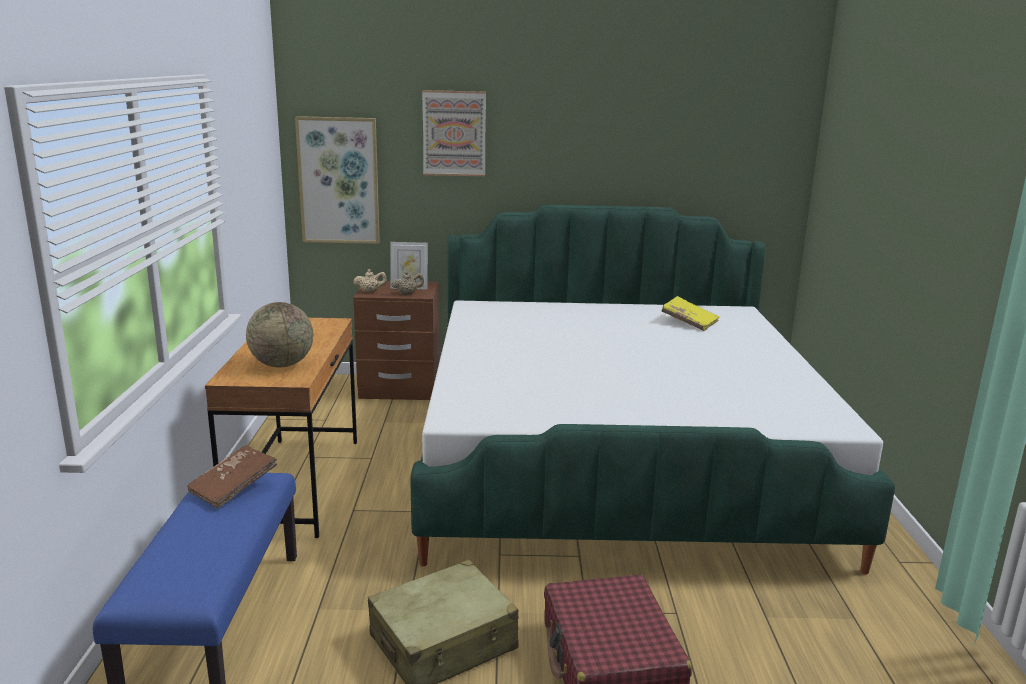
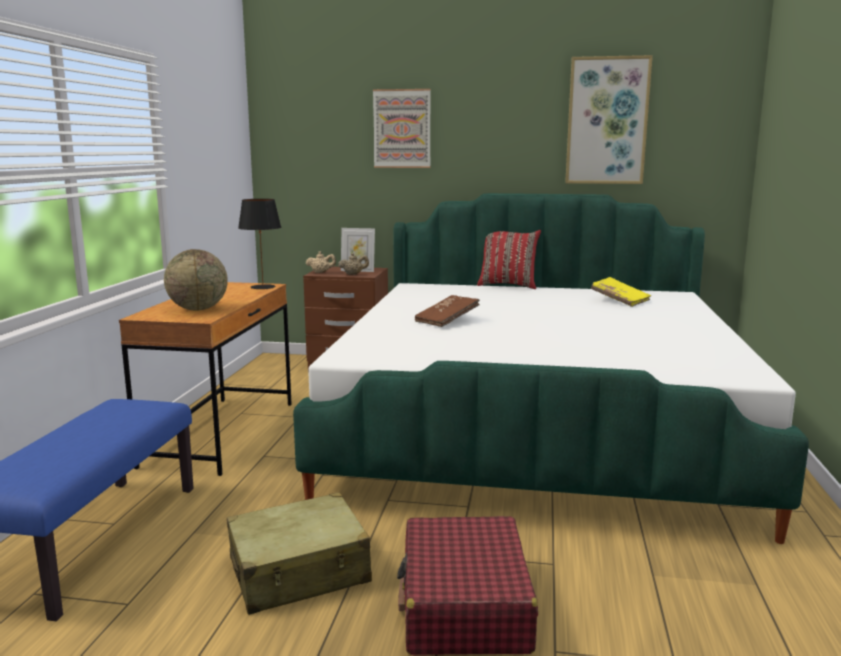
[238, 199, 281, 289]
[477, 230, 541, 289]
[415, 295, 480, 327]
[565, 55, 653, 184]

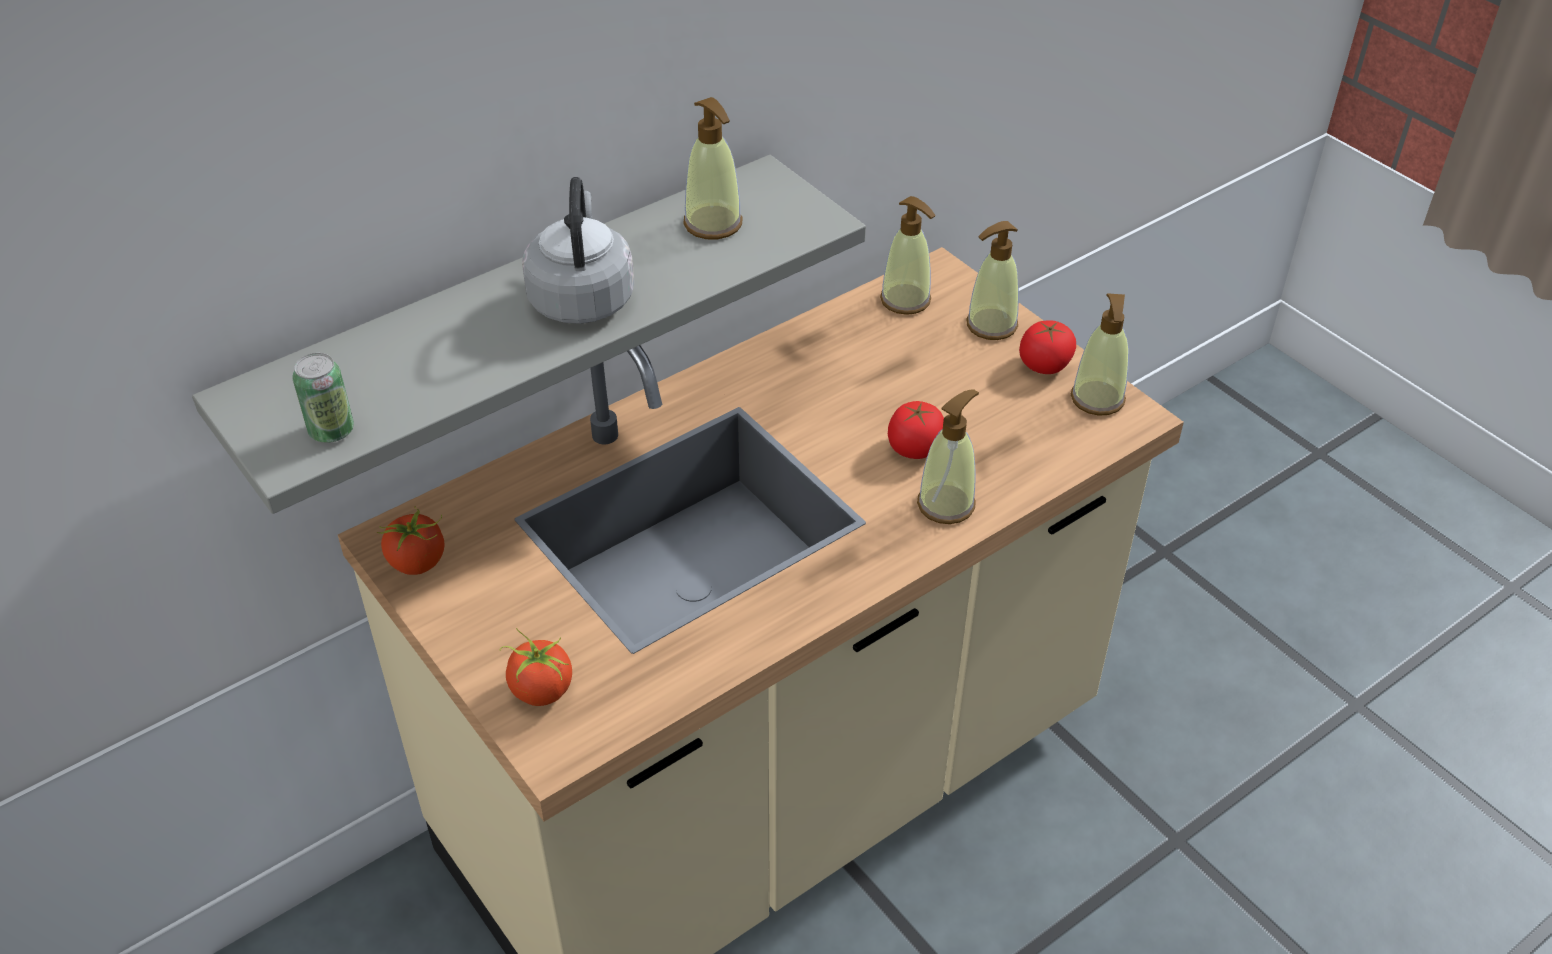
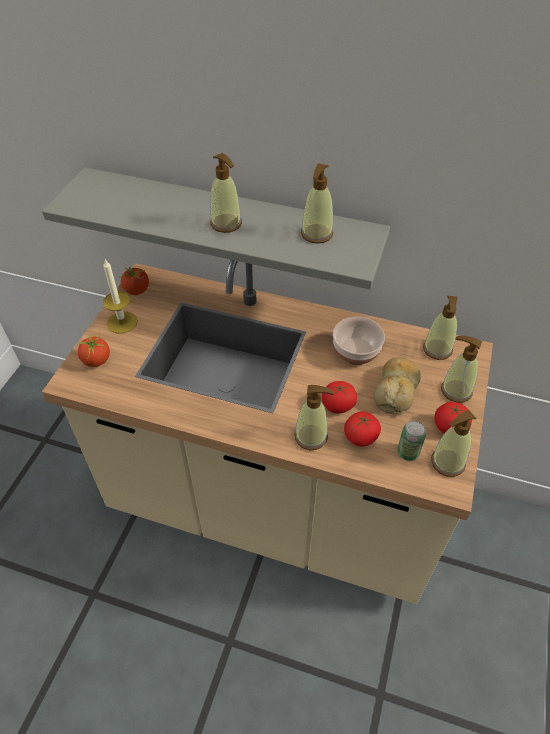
[103, 259, 138, 333]
[333, 317, 385, 365]
[344, 411, 381, 447]
[373, 357, 421, 414]
[397, 420, 426, 461]
[210, 153, 242, 233]

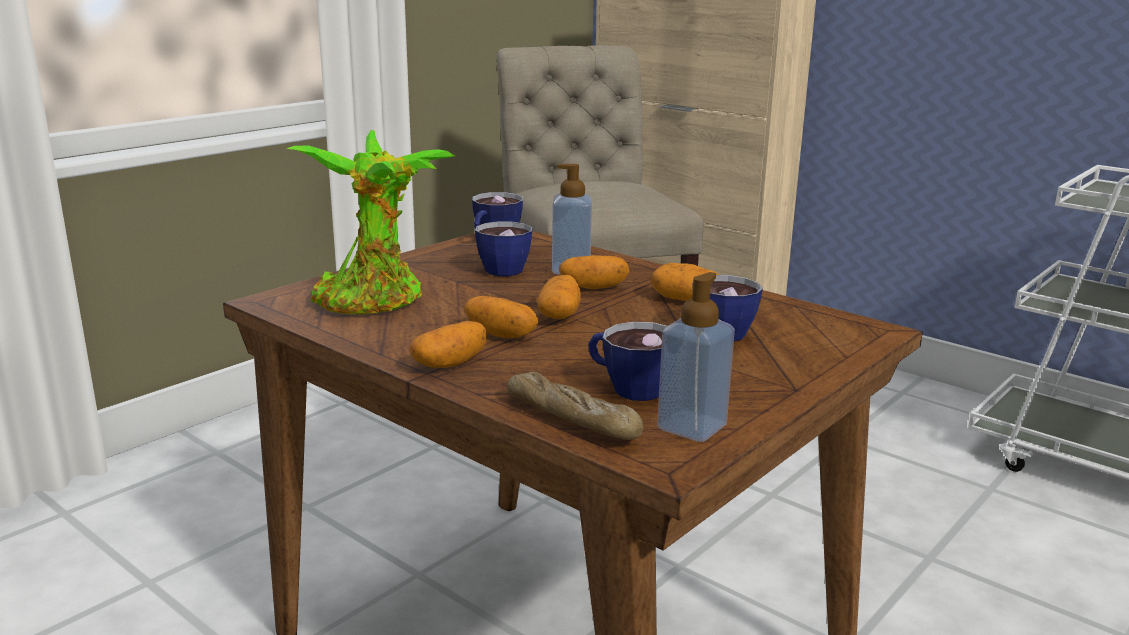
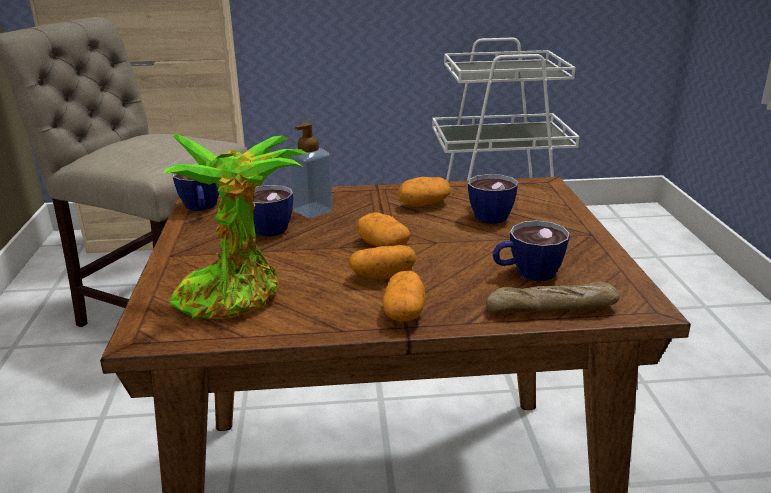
[559, 255, 629, 289] (first image)
[657, 272, 735, 442] (first image)

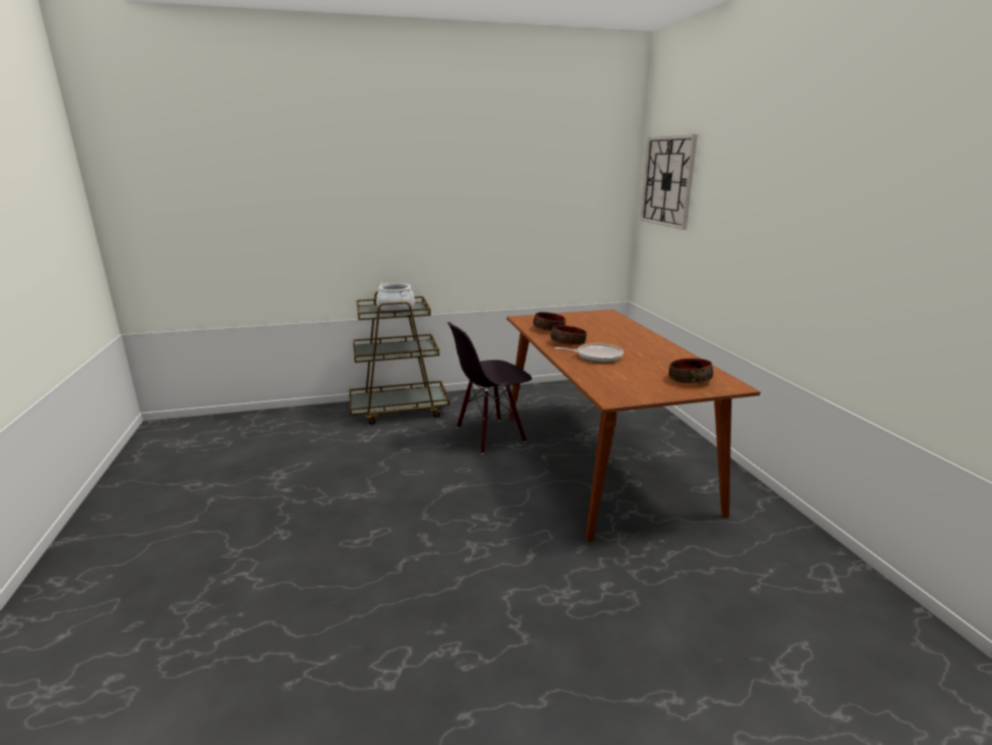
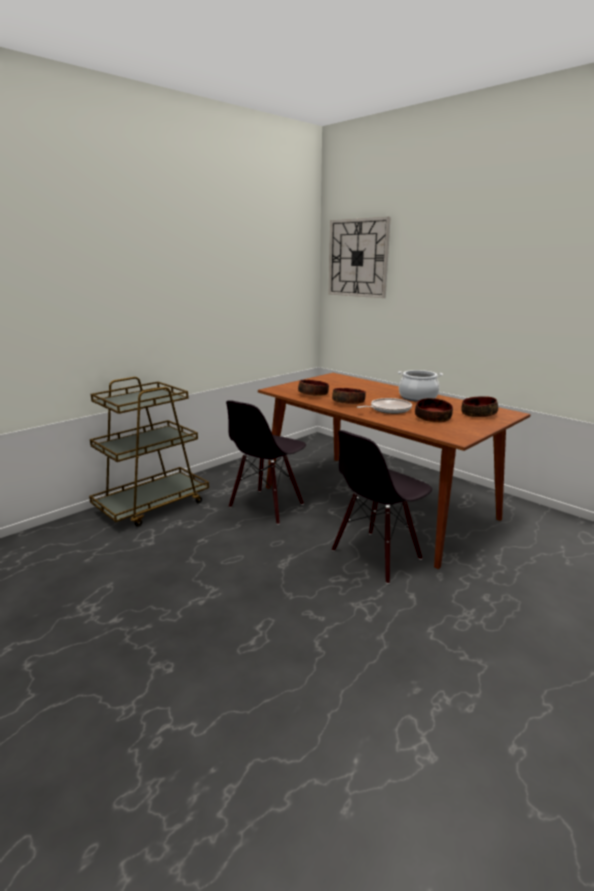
[332, 430, 432, 584]
[415, 398, 453, 423]
[398, 370, 443, 402]

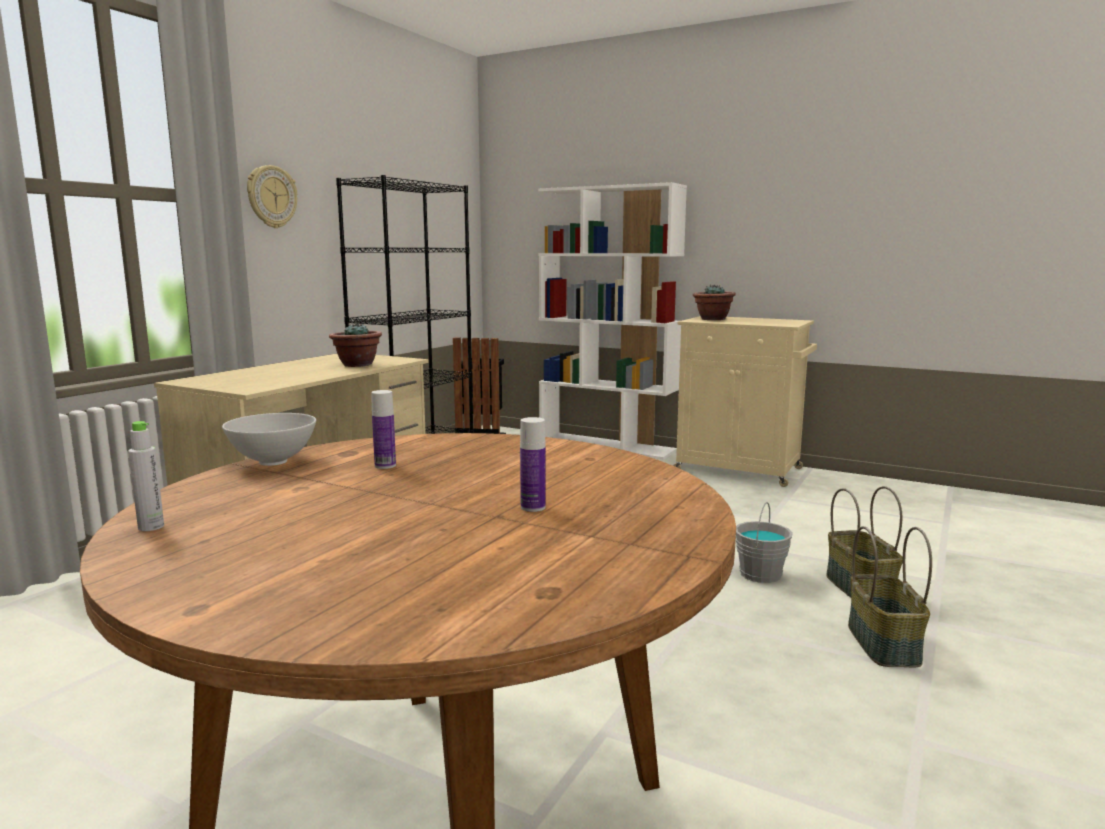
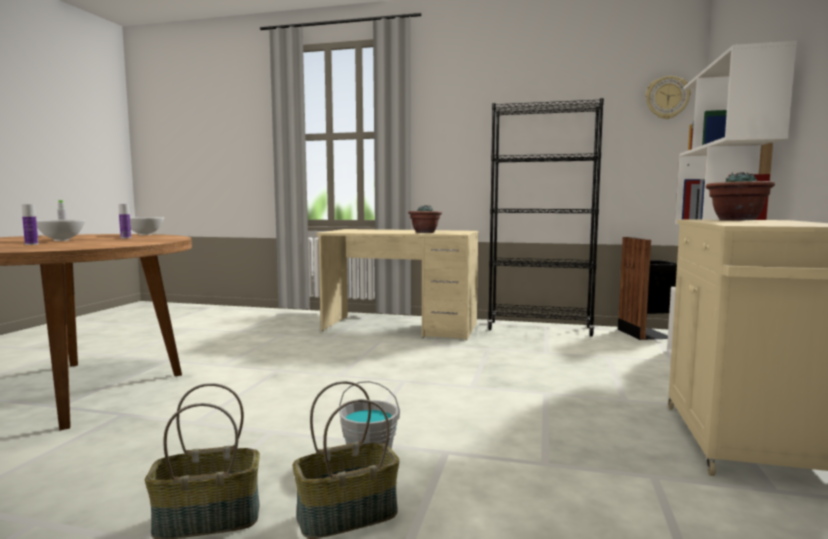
[36, 220, 85, 241]
[646, 76, 691, 119]

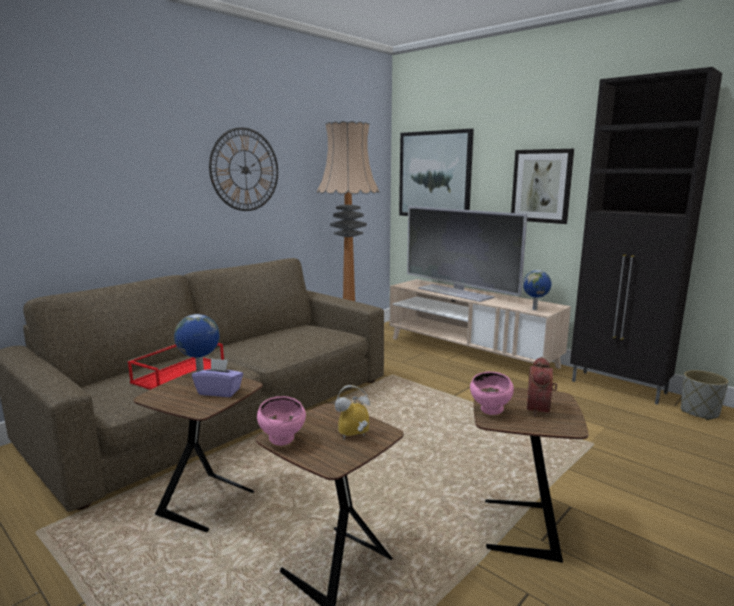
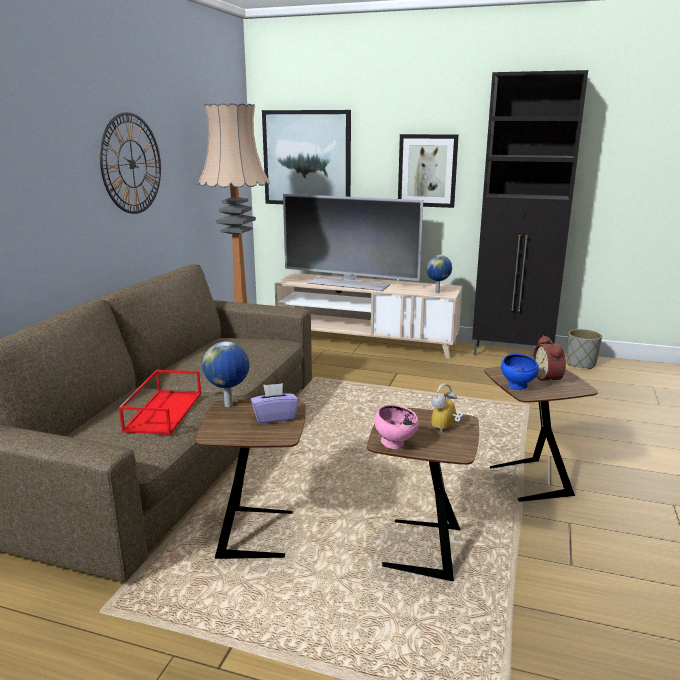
[501, 354, 539, 390]

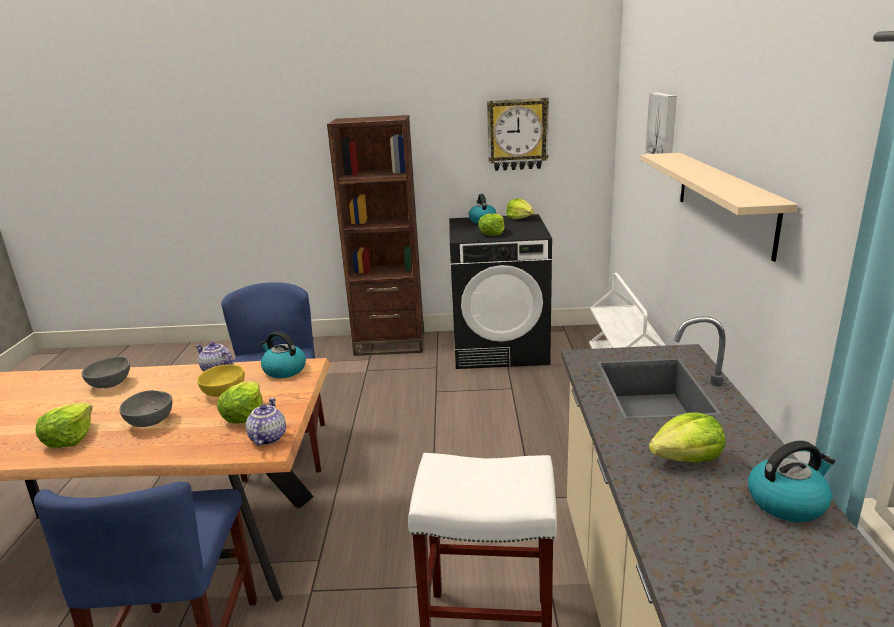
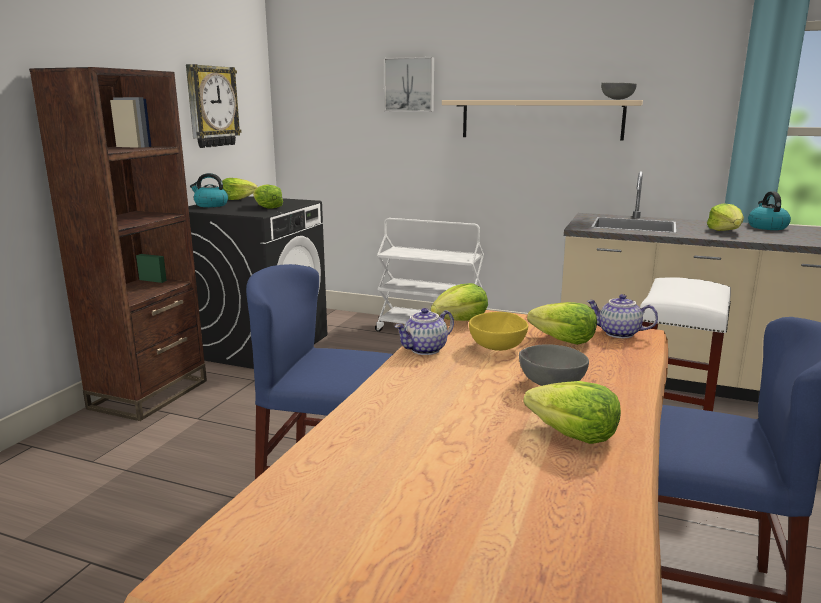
[601, 82, 637, 100]
[431, 283, 488, 321]

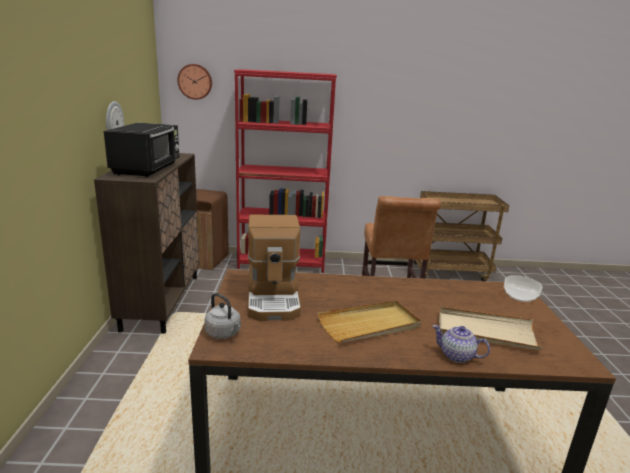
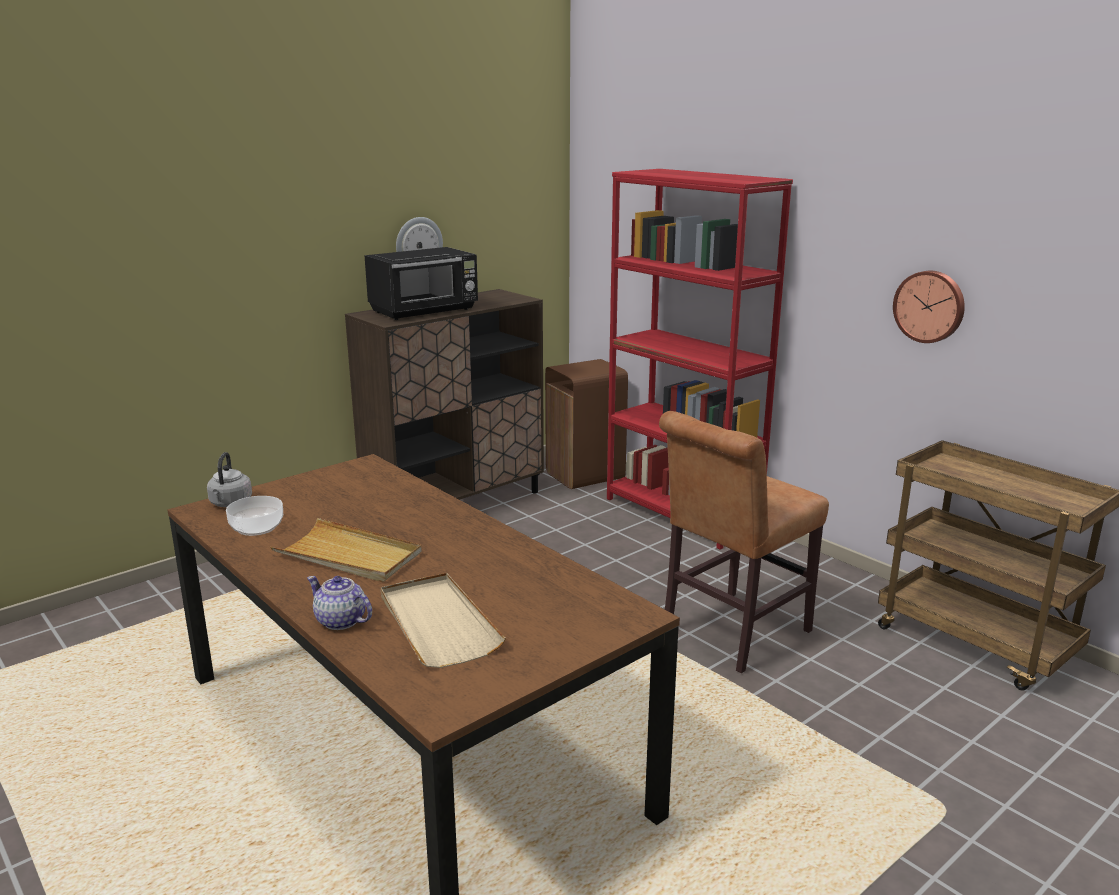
[248, 215, 301, 321] (first image)
[893, 271, 965, 343]
[226, 496, 283, 536]
[307, 576, 372, 630]

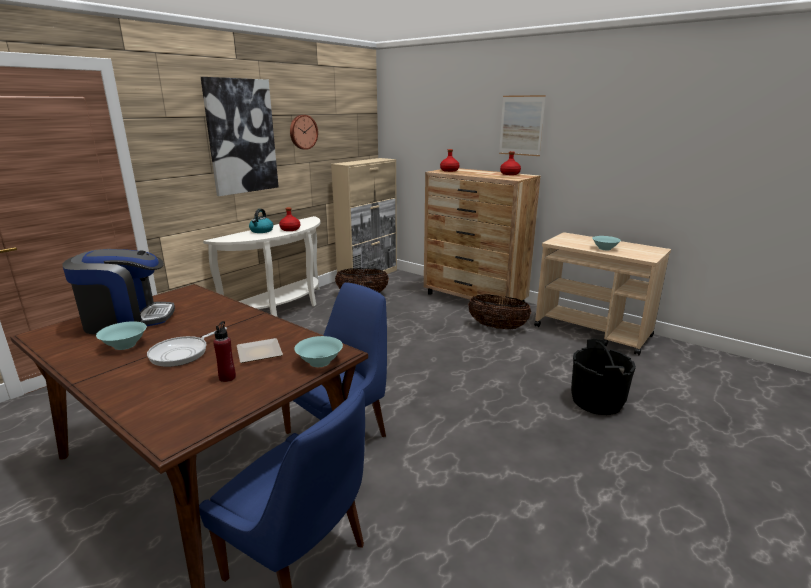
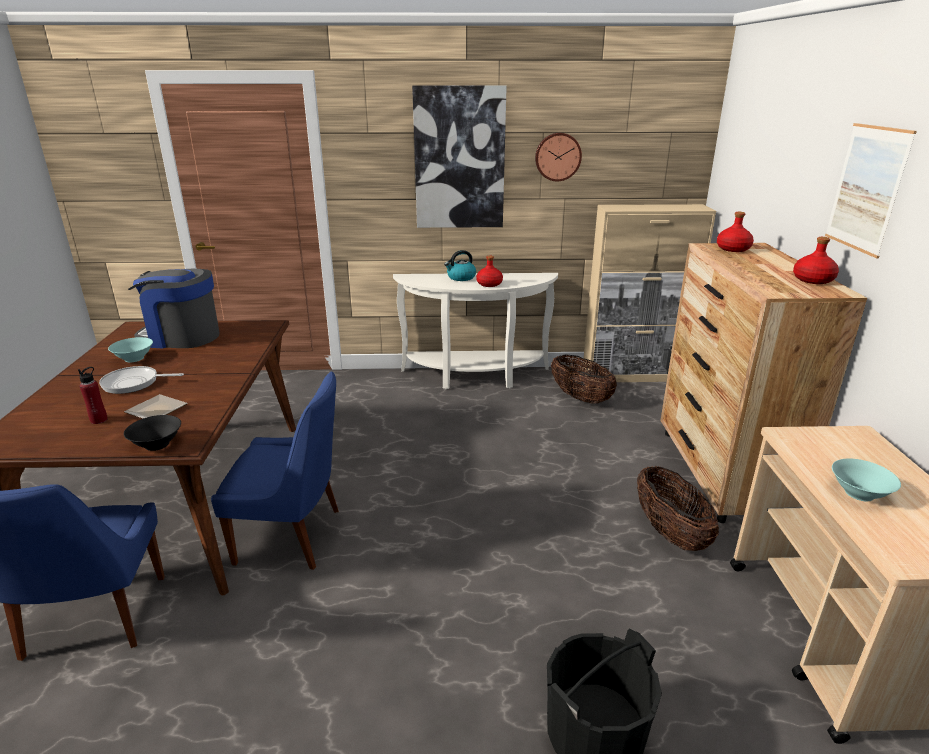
[124, 415, 181, 451]
[128, 269, 220, 348]

